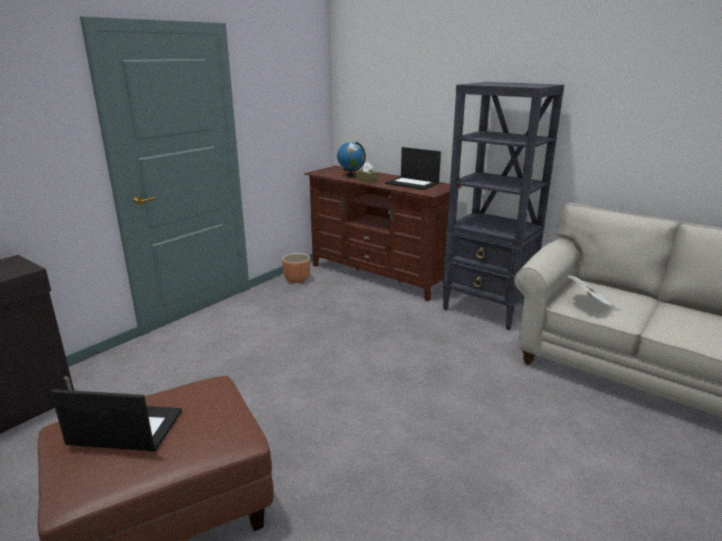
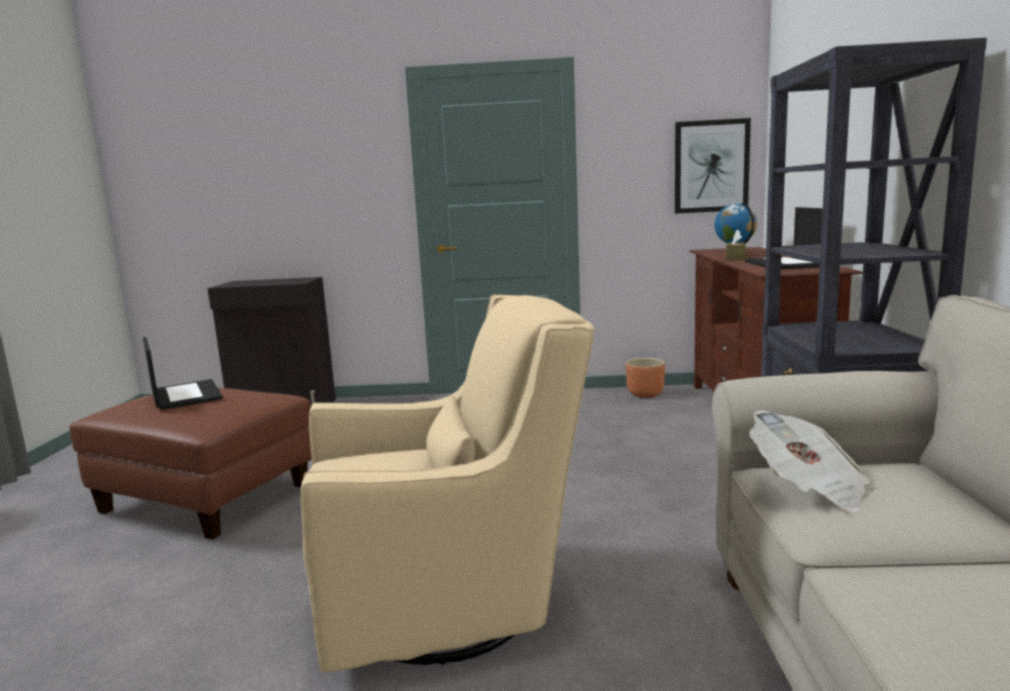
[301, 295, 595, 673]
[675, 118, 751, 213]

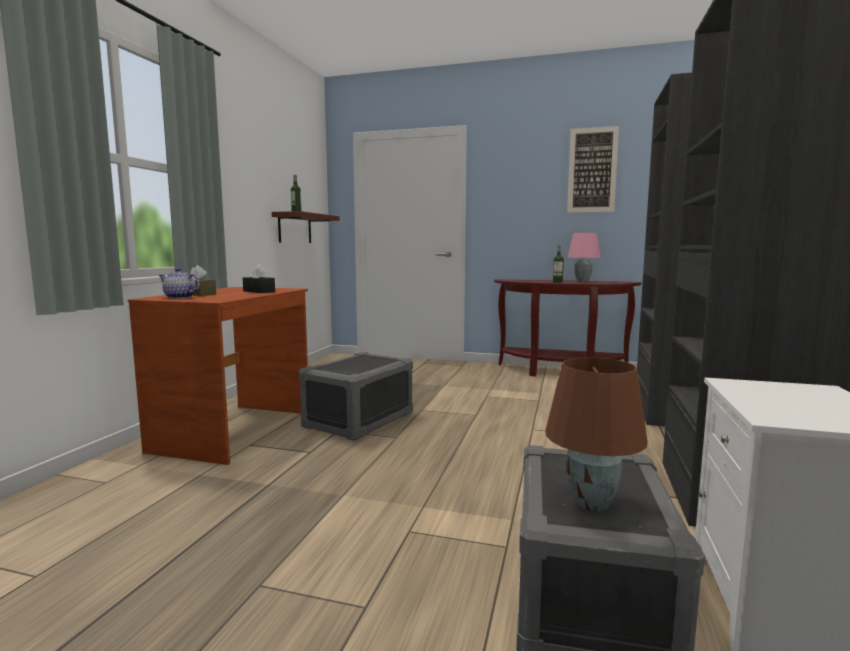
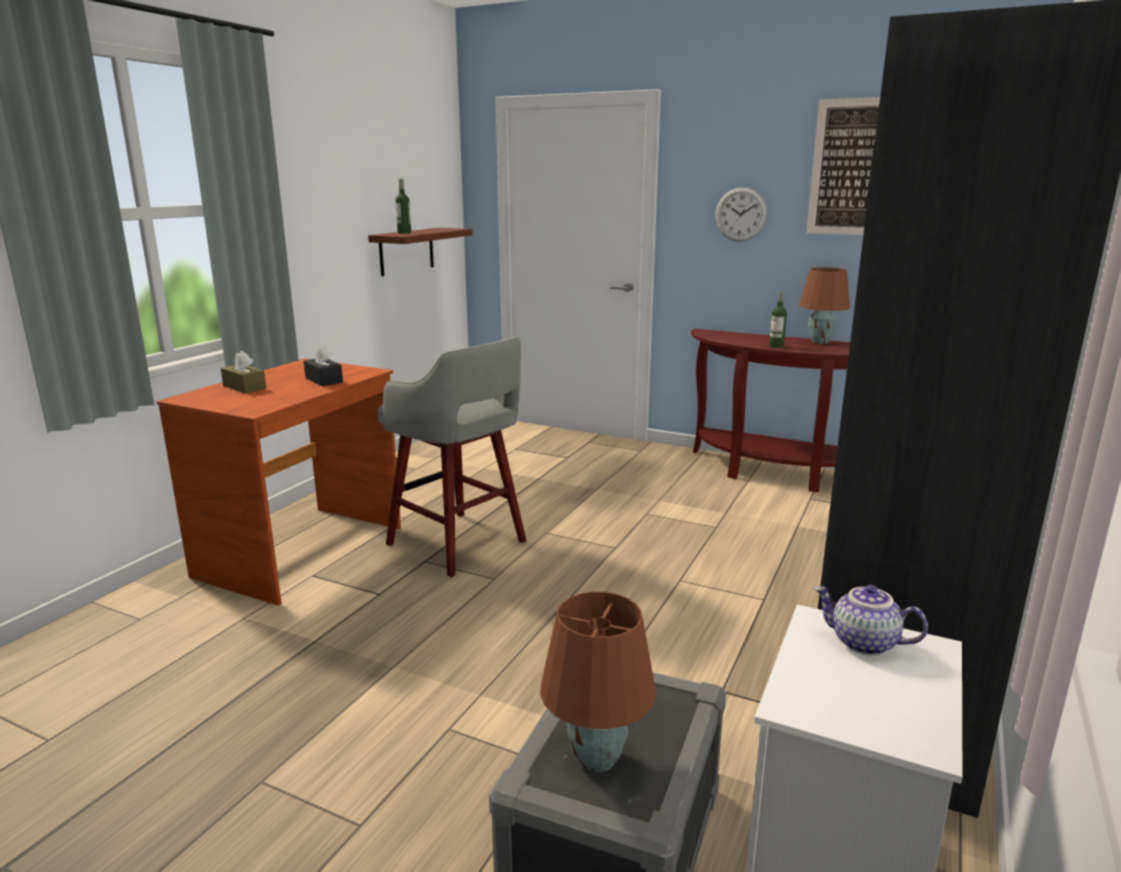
[715, 187, 767, 242]
[814, 585, 928, 655]
[378, 337, 526, 577]
[799, 267, 850, 344]

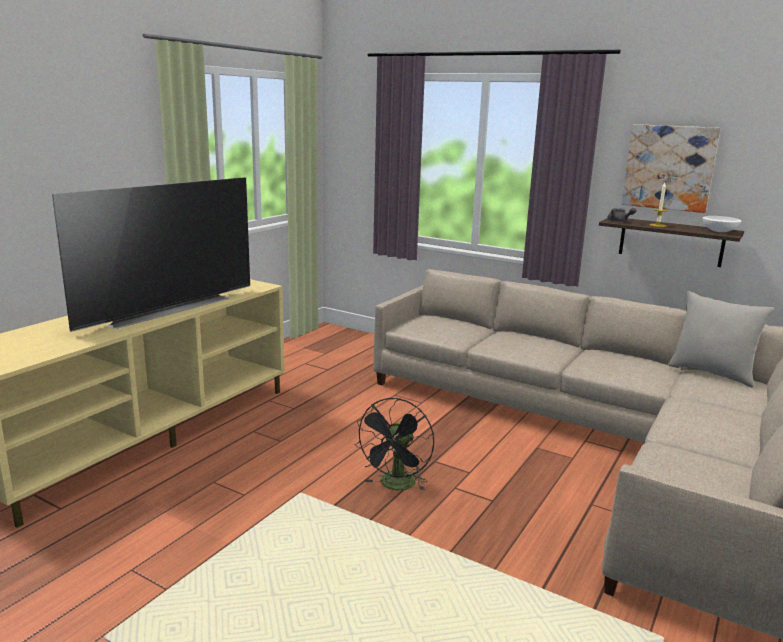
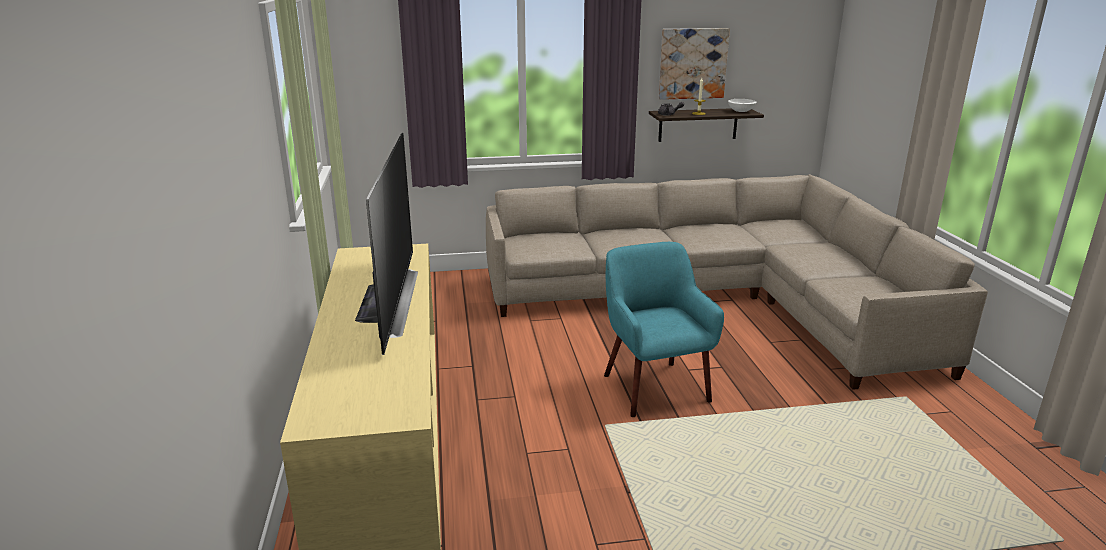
[668, 291, 775, 387] (first image)
[604, 242, 724, 417]

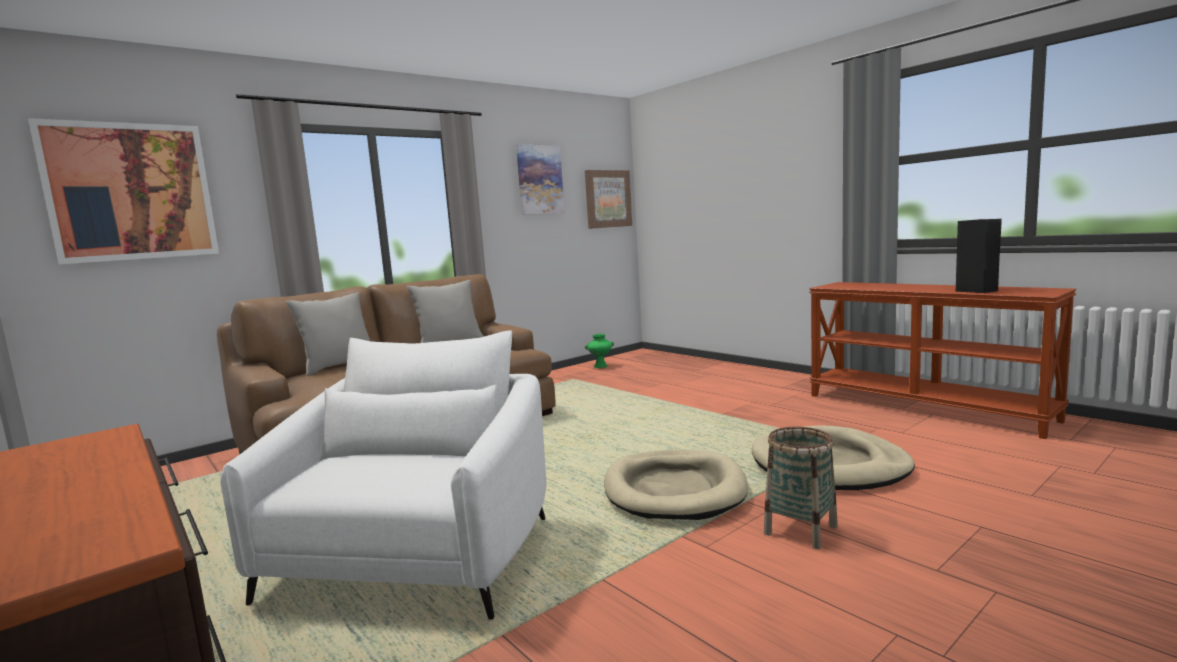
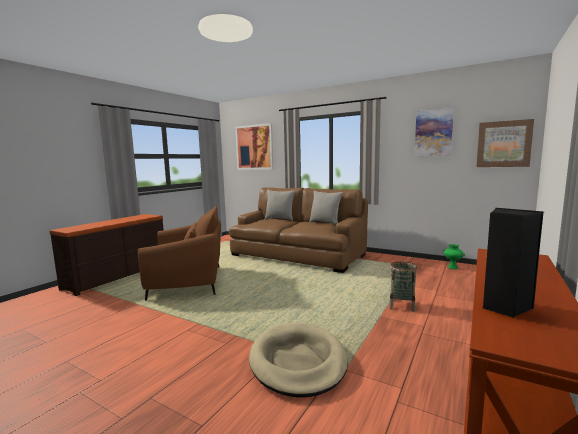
[604, 450, 748, 520] (first image)
[389, 261, 418, 312]
[137, 206, 221, 301]

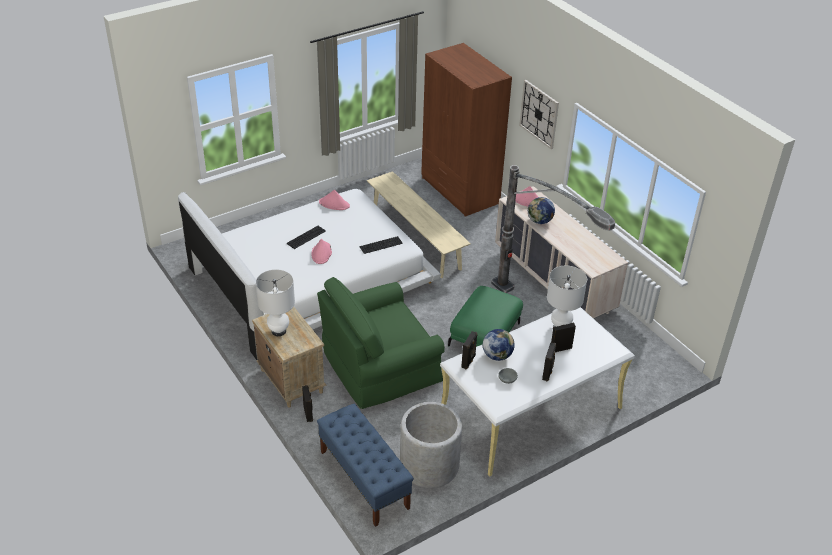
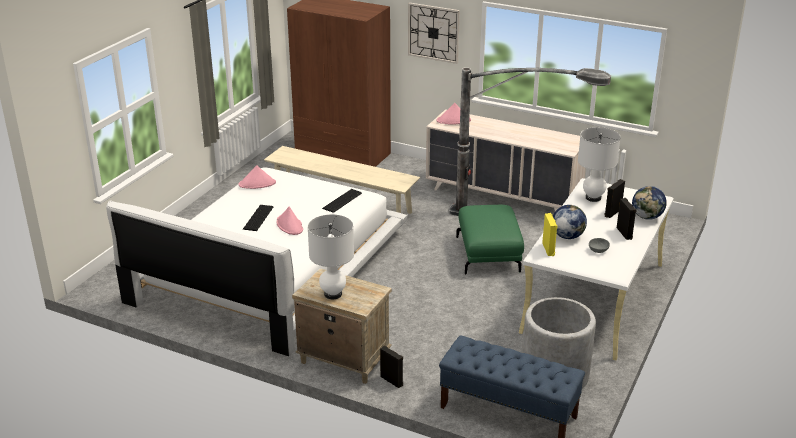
[317, 277, 445, 409] (first image)
[632, 186, 667, 220]
[542, 213, 558, 256]

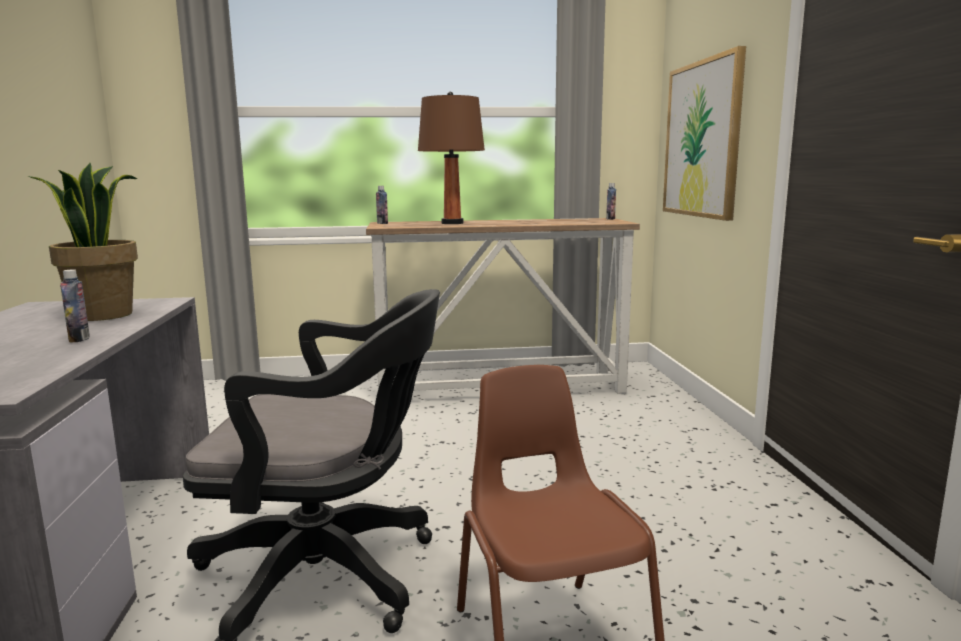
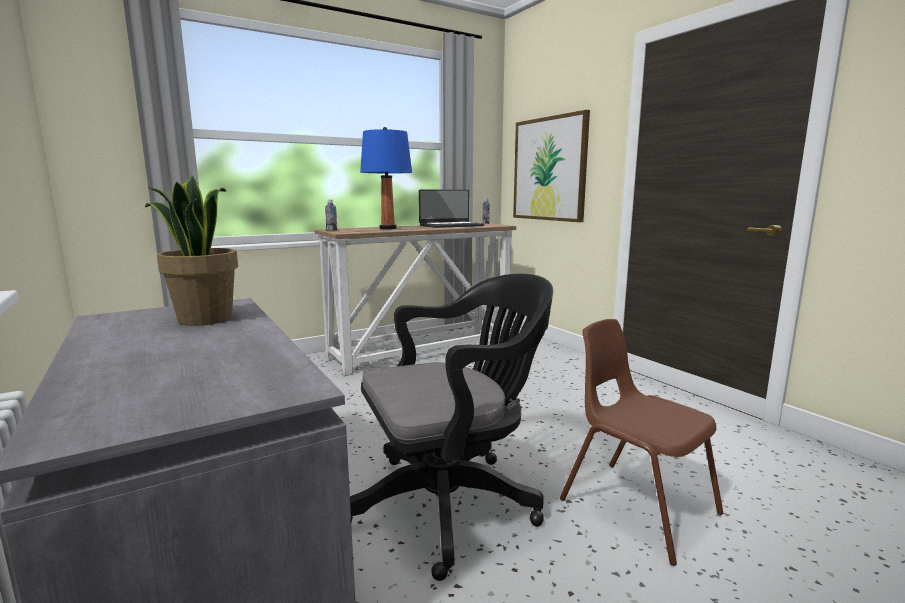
[60, 269, 90, 343] (first image)
[419, 189, 484, 228]
[360, 127, 412, 230]

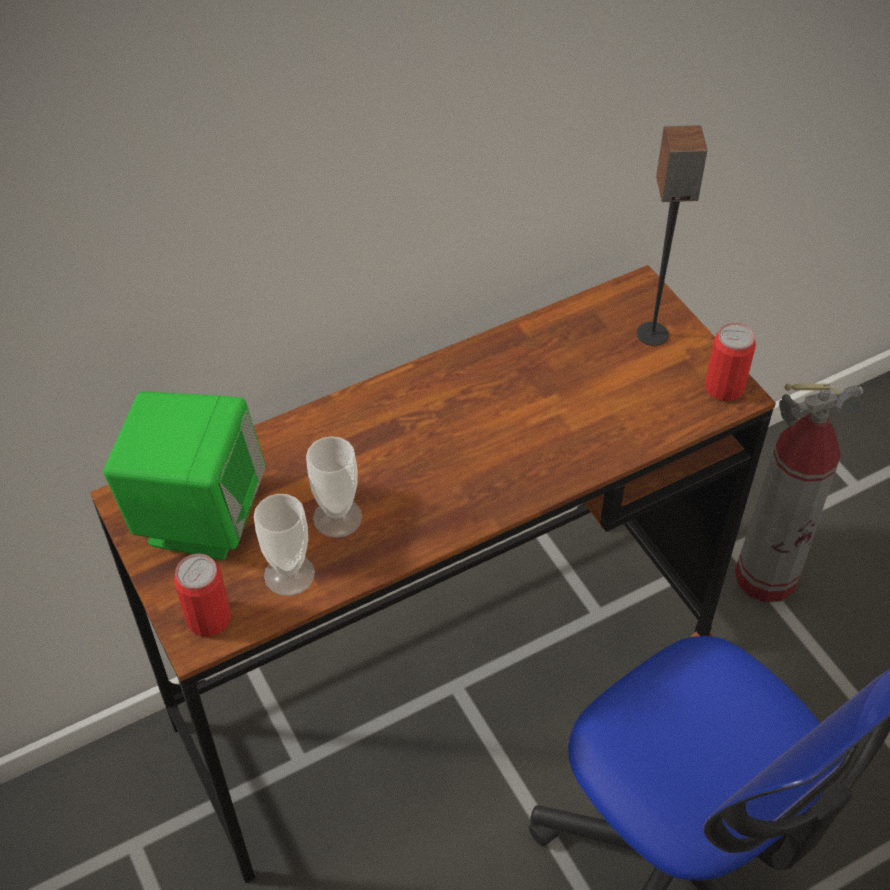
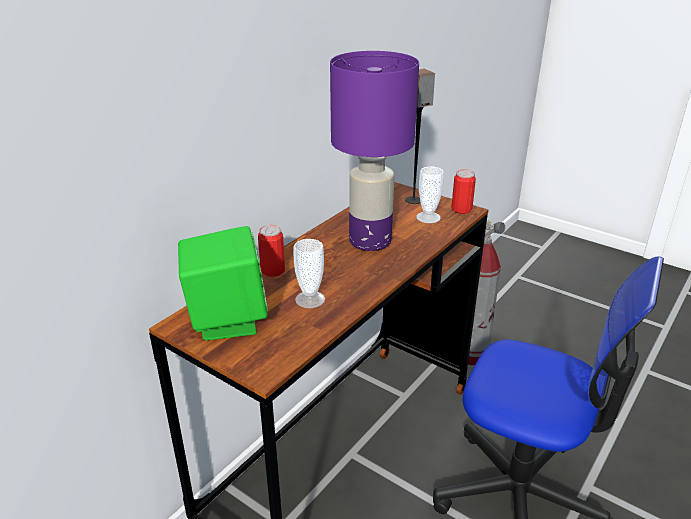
[330, 51, 419, 251]
[258, 225, 285, 277]
[416, 167, 444, 223]

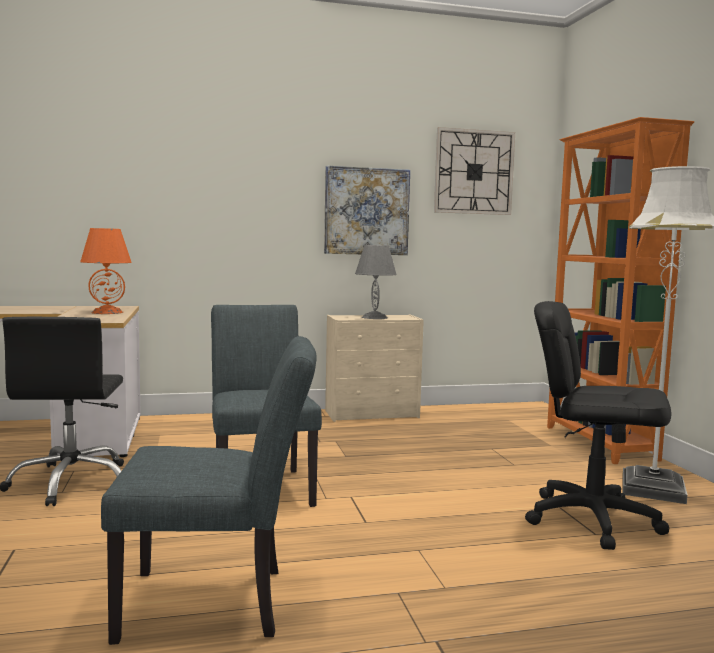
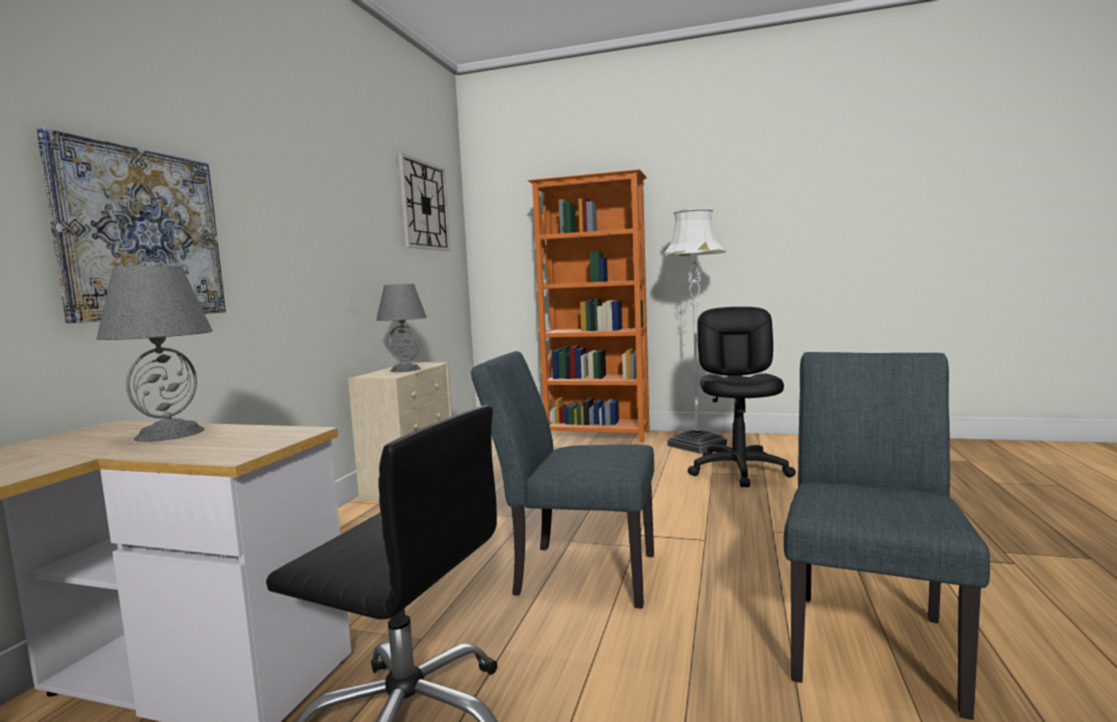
[36, 127, 226, 323]
[96, 265, 213, 442]
[688, 307, 796, 487]

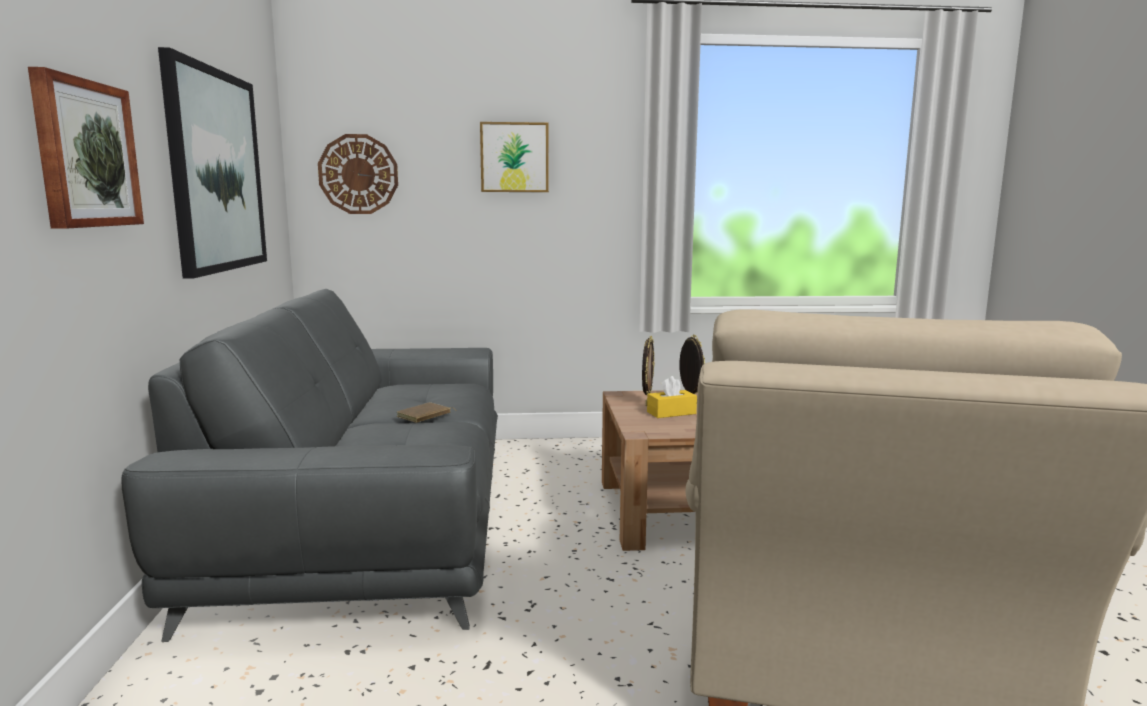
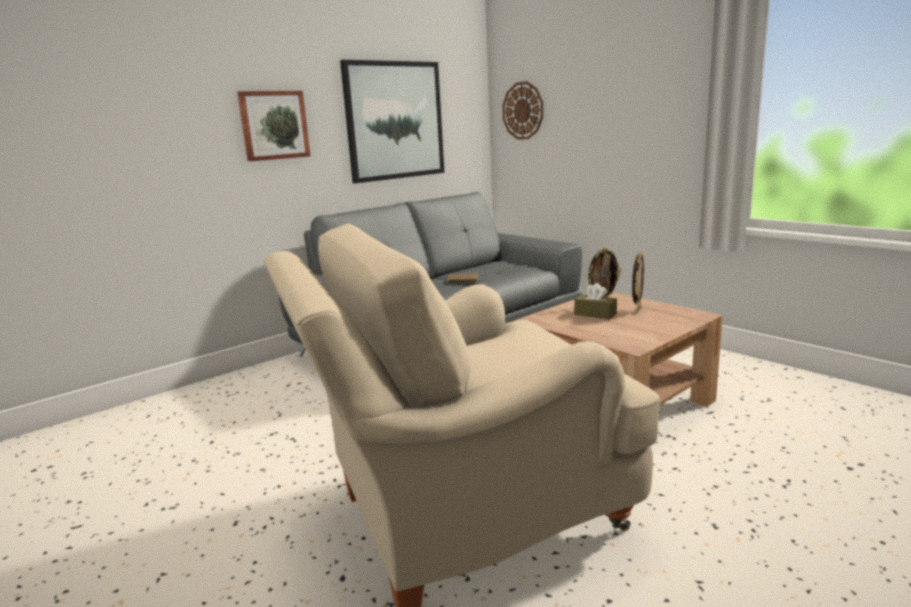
[480, 122, 549, 192] (first image)
[574, 283, 617, 319]

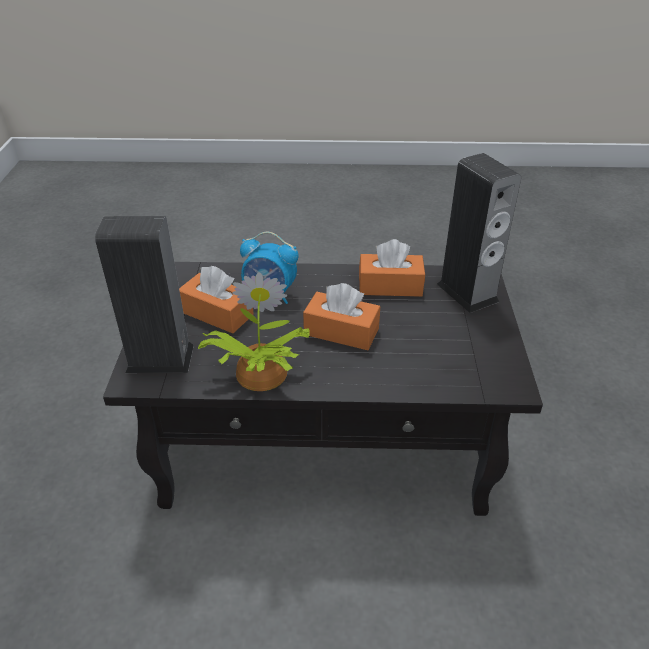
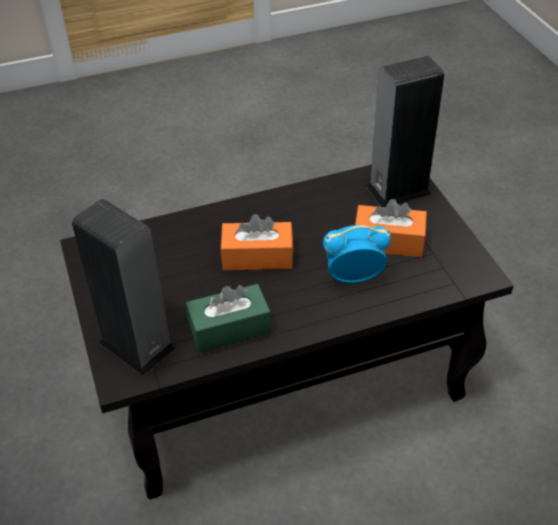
[197, 273, 310, 391] (first image)
[185, 284, 271, 352]

